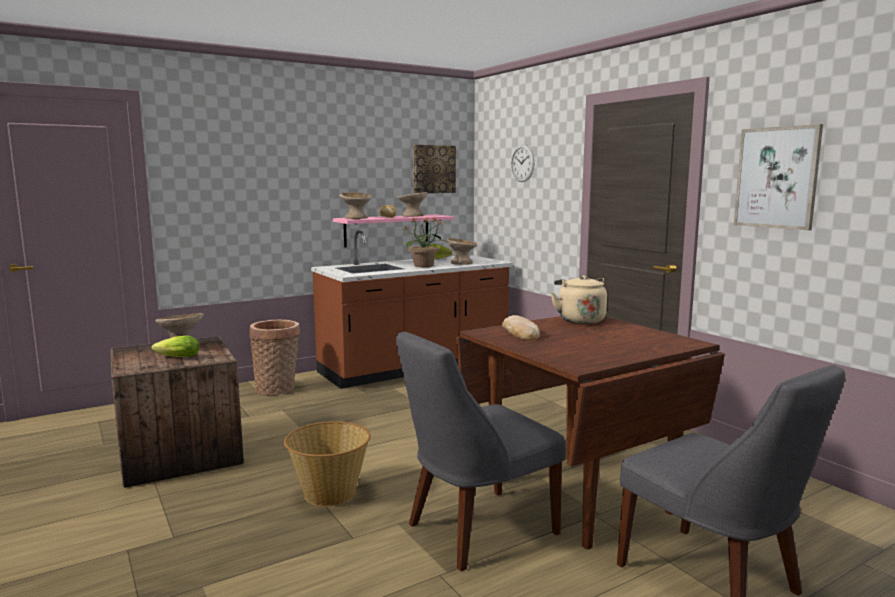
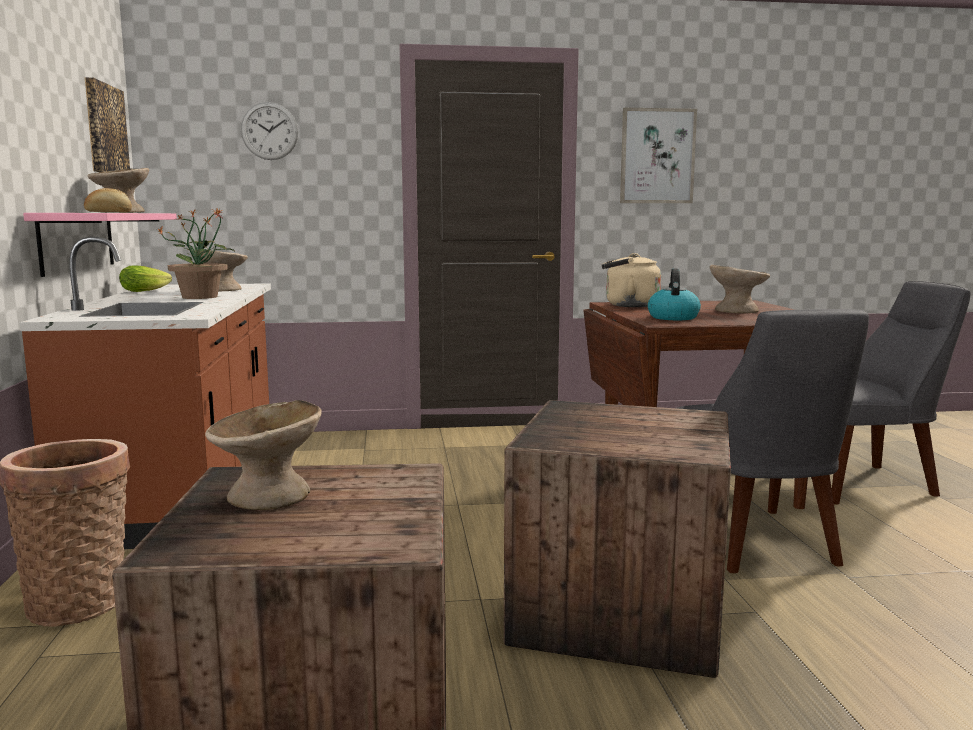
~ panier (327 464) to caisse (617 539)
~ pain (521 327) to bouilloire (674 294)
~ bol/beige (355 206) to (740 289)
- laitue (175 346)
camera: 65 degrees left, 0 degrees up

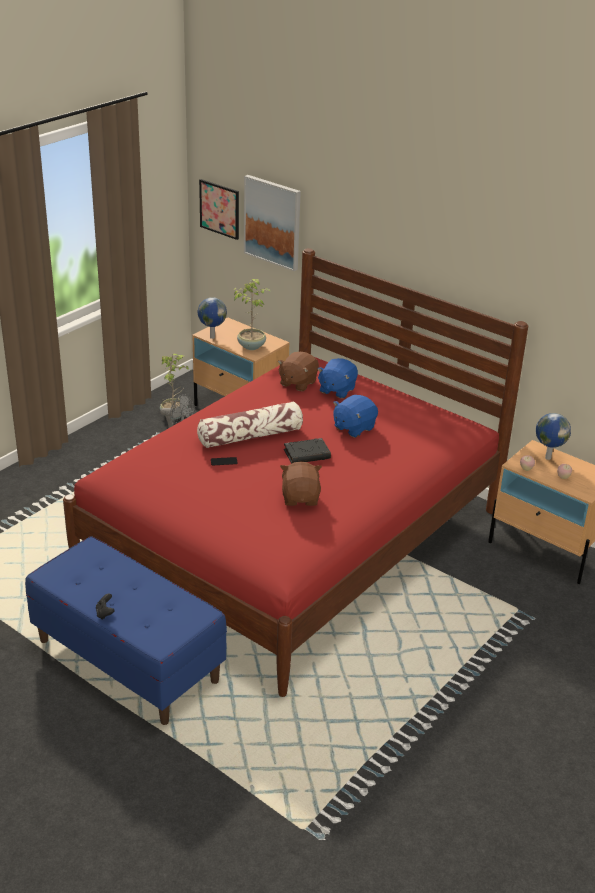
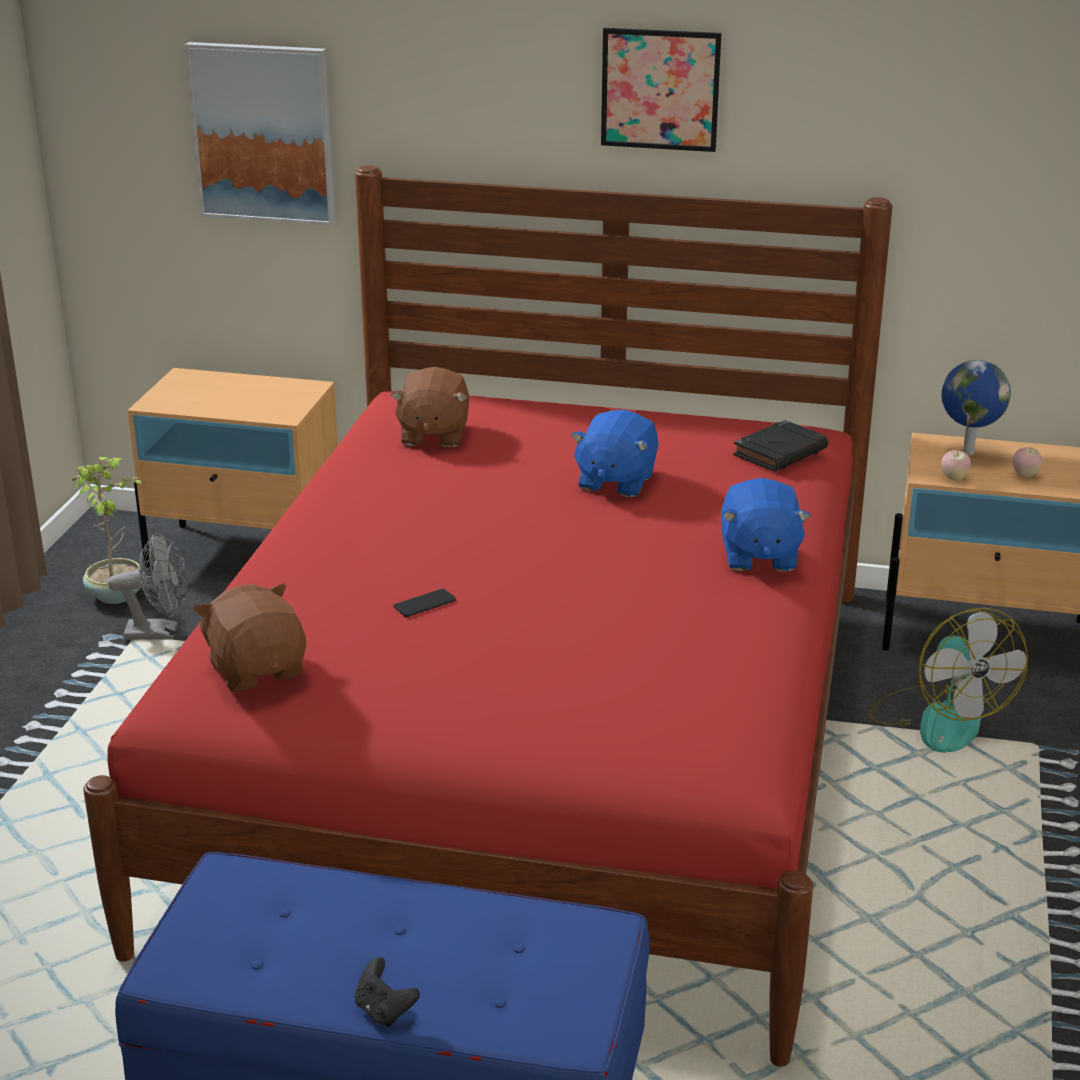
~ peluche/marron (301 484) to (249 637)
~ tableau (219 209) to (661 90)
~ peluche/bleu (337 378) to (766 525)
~ livre/noir (307 451) to (780 446)
+ ventilateur (948 680)
- coussin (250 425)
- globe (212 318)
- plante en pot (252 314)
camera: 25 degrees left, 5 degrees down

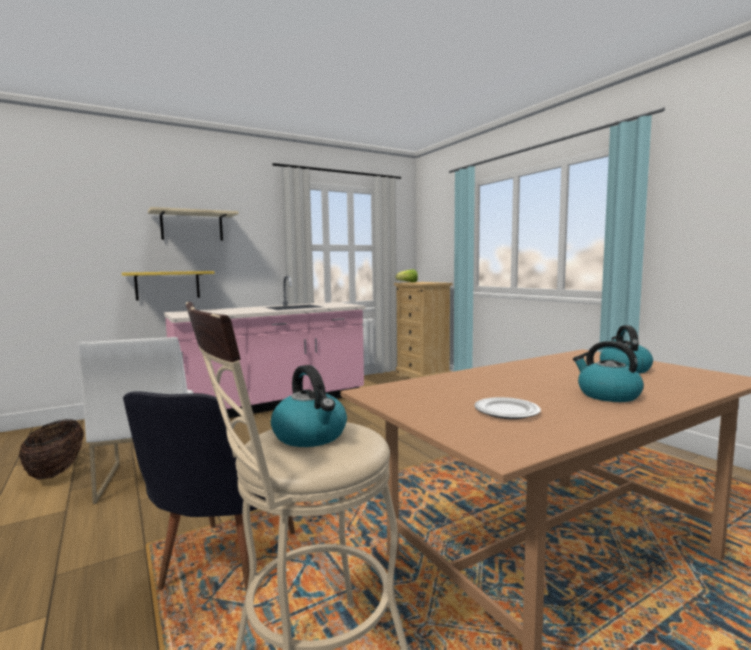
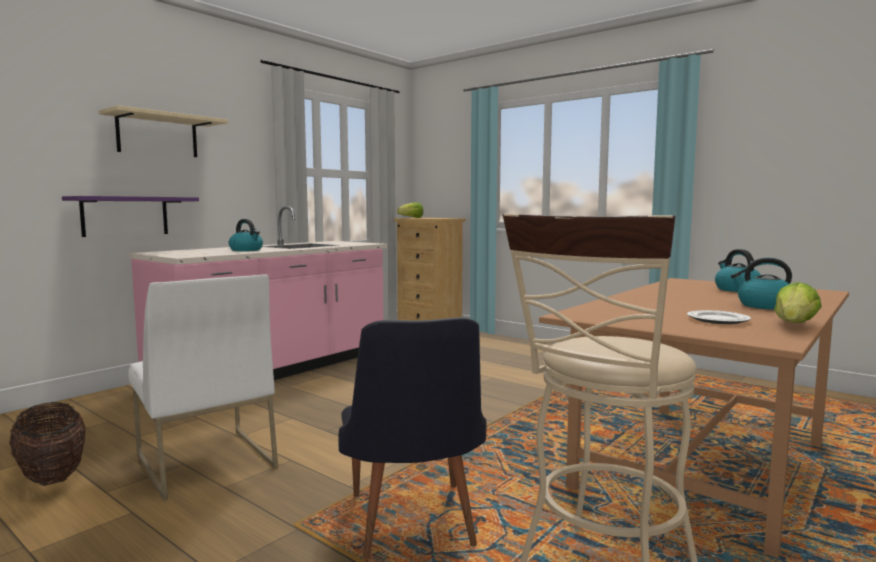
~ étagère/jaune (168 286) to étagère/violet (130 216)
~ bouilloire (309 406) to (246 235)
+ laitue (798 302)
camera: 20 degrees left, 0 degrees up

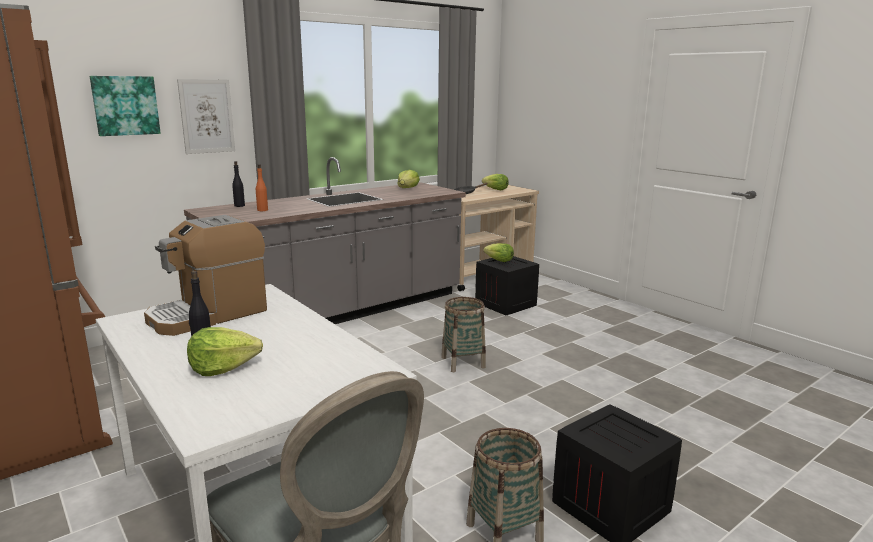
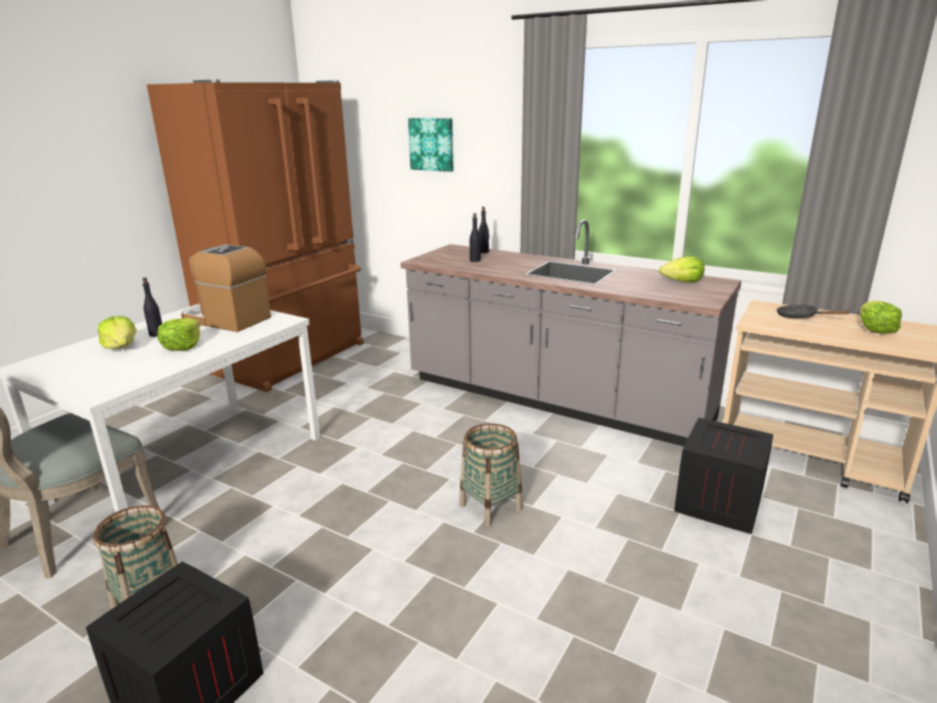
~ laitue (498 252) to (179 334)
~ bouteille/orange (262 187) to bouteille/noir (475 237)
- tableau (206 116)
camera: 70 degrees right, 5 degrees up

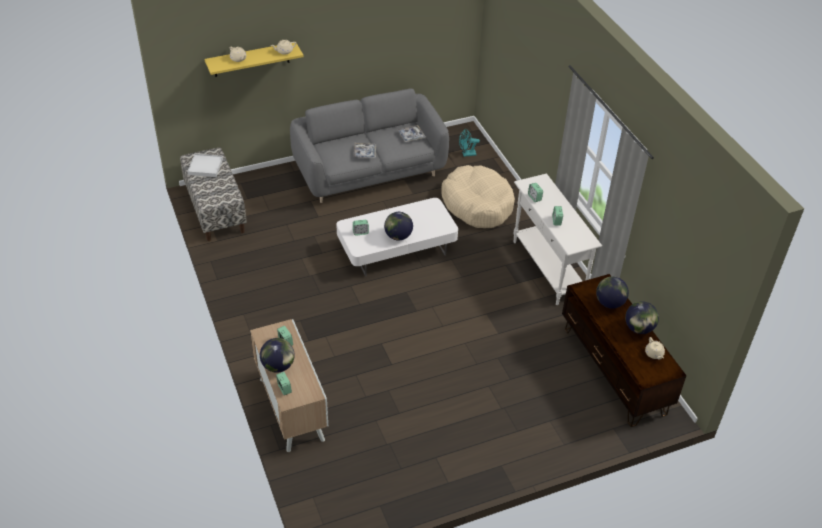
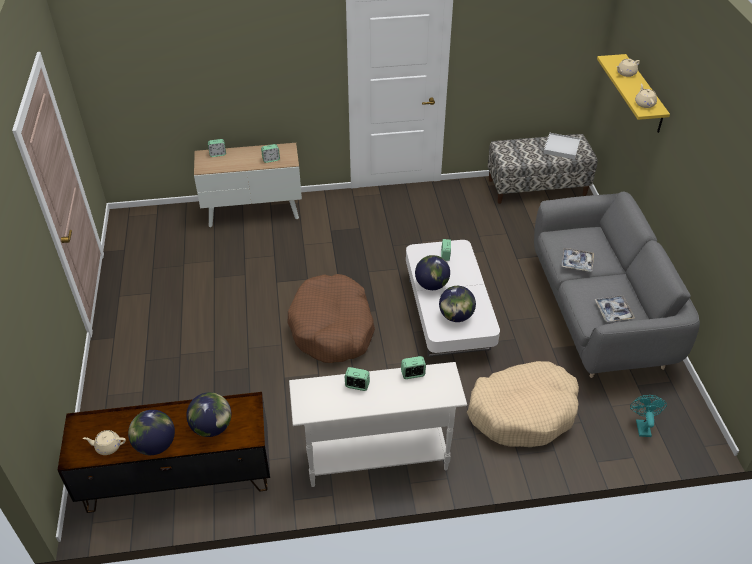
+ panier pour chien/marron (331 318)
~ globe (277 355) to (457 304)
camera: 105 degrees right, 0 degrees up

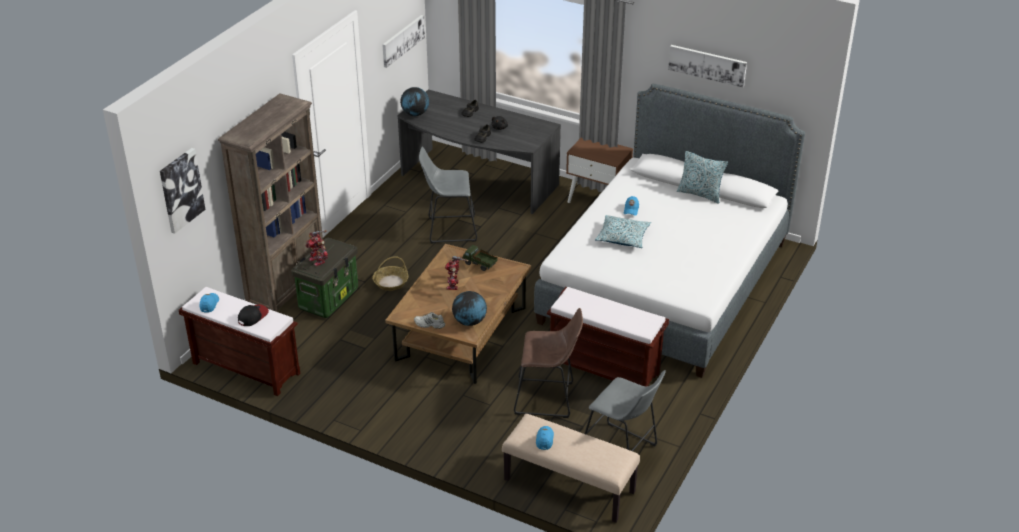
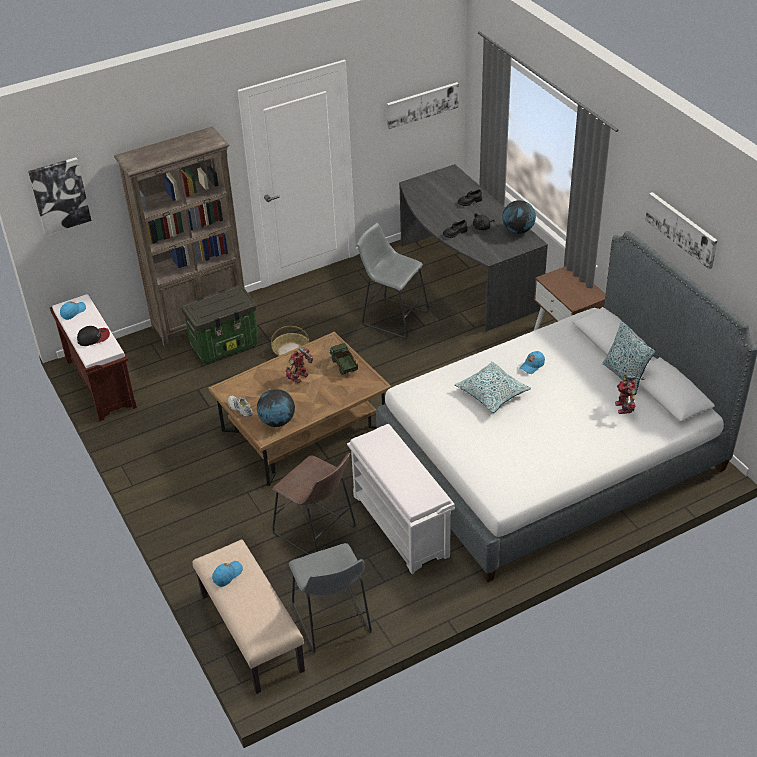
~ banc/marron (608 336) to banc/blanc (401 499)
~ globe (414 101) to (519 217)
~ robot jouet (316 248) to (630 394)
camera: 35 degrees right, 5 degrees up

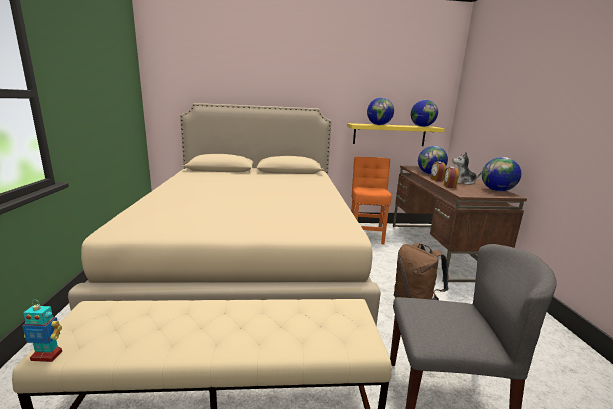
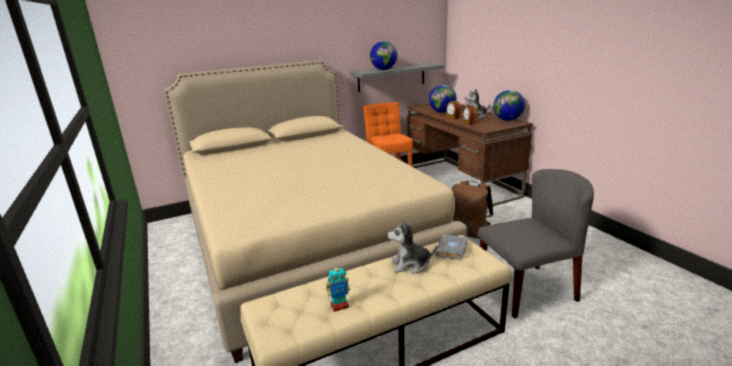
~ robot jouet (42 332) to (338 288)
~ étagère/jaune (396 134) to étagère/gris (397 77)
+ peluche (412 246)
+ livre/gris (451 247)
- globe (424 113)
camera: 20 degrees left, 5 degrees up

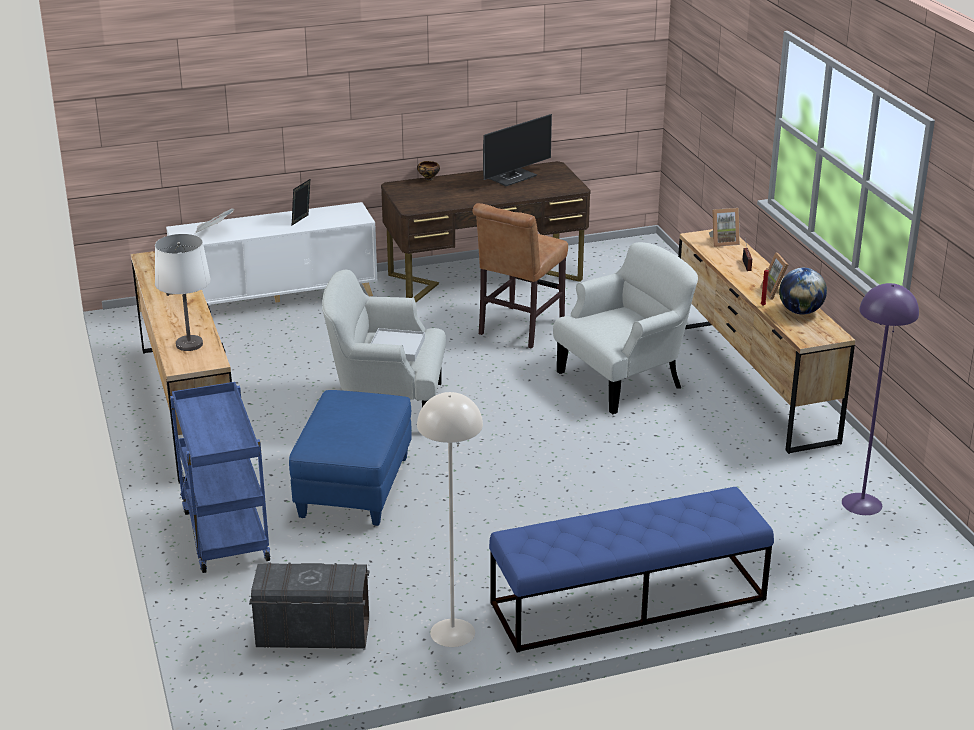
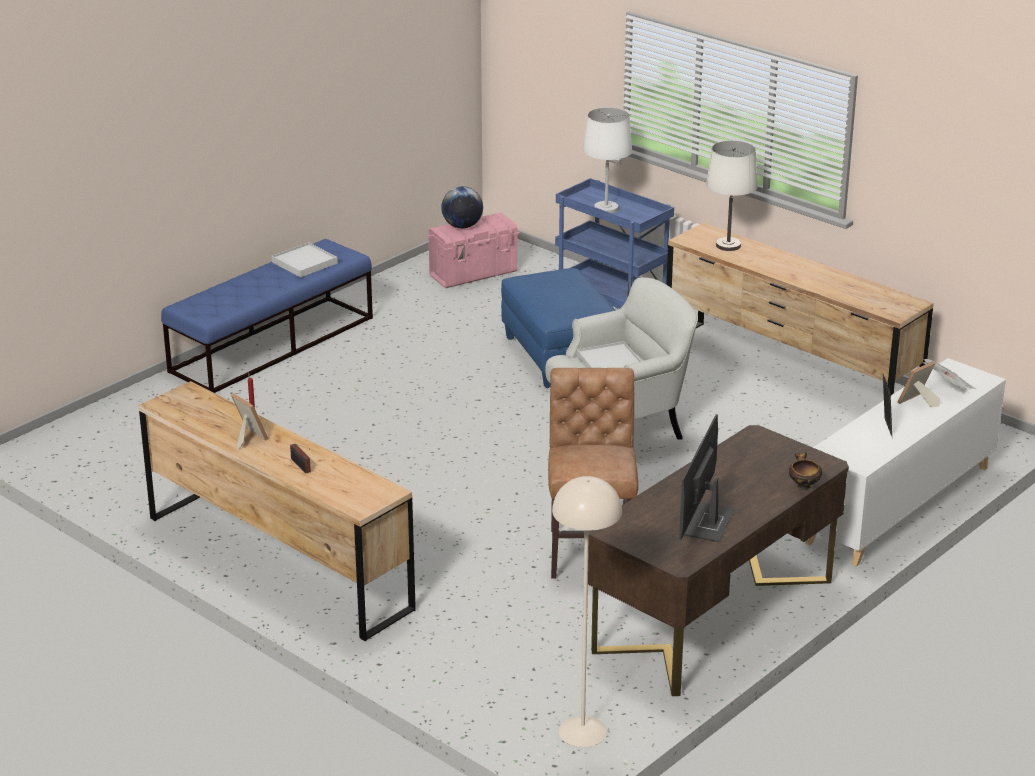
+ plateau/blanc (304 259)
~ boîte de rangement/gris (309 605) to boîte de rangement/rose (473 250)
~ globe (803 291) to (462 207)
~ lampadaire/beige (450 519) to (587 611)
+ lampe de table/blanc (607 160)
~ cadre photo (724 227) to (919 384)
- fauteuil/blanc (625 328)
- lampadaire/violet (880 399)
camera: 150 degrees right, 0 degrees up

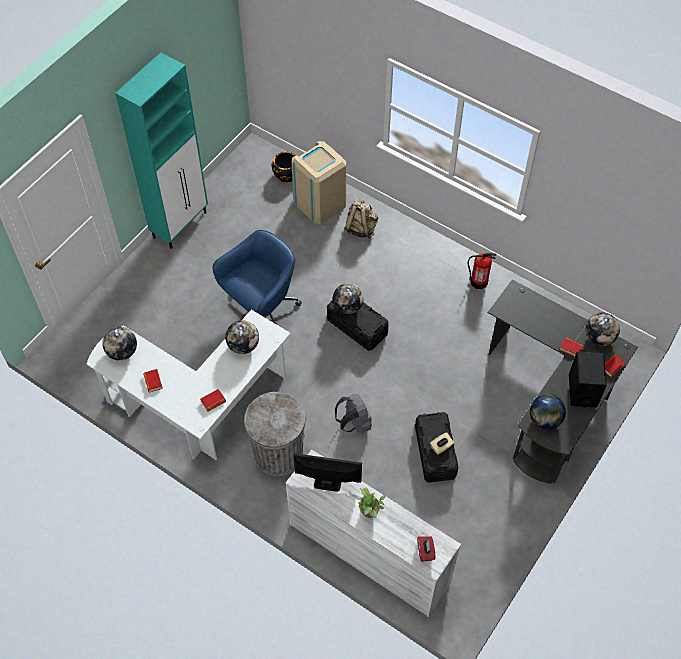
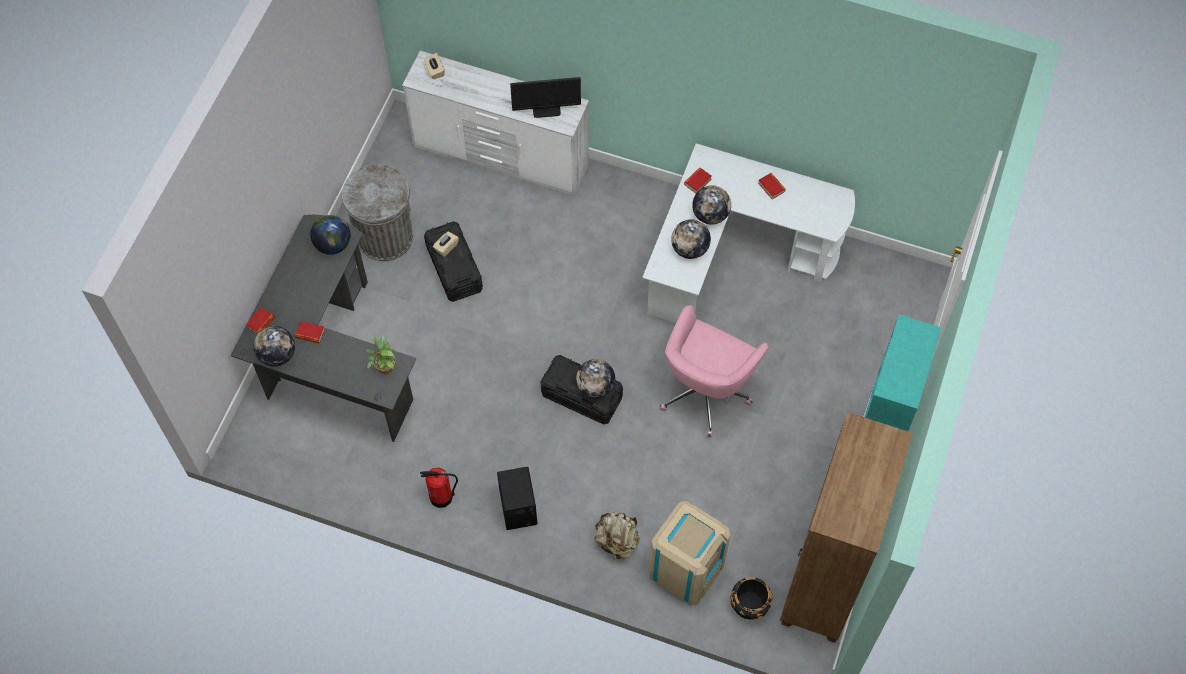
~ poubelle/gris (275 434) to (377 212)
~ plante en pot (372 502) to (381 354)
~ boîte à mouchoirs/rouge (426 549) to boîte à mouchoirs/beige (434 66)
~ enceinte/noir (588 379) to (517 498)
~ chaise de bureau/bleu (257 277) to chaise de bureau/rose (714 371)
~ globe (119 344) to (711 205)
+ bibliothèque/marron (846 527)
- sac à dos/gris (353 413)
camera: 165 degrees right, 5 degrees up

